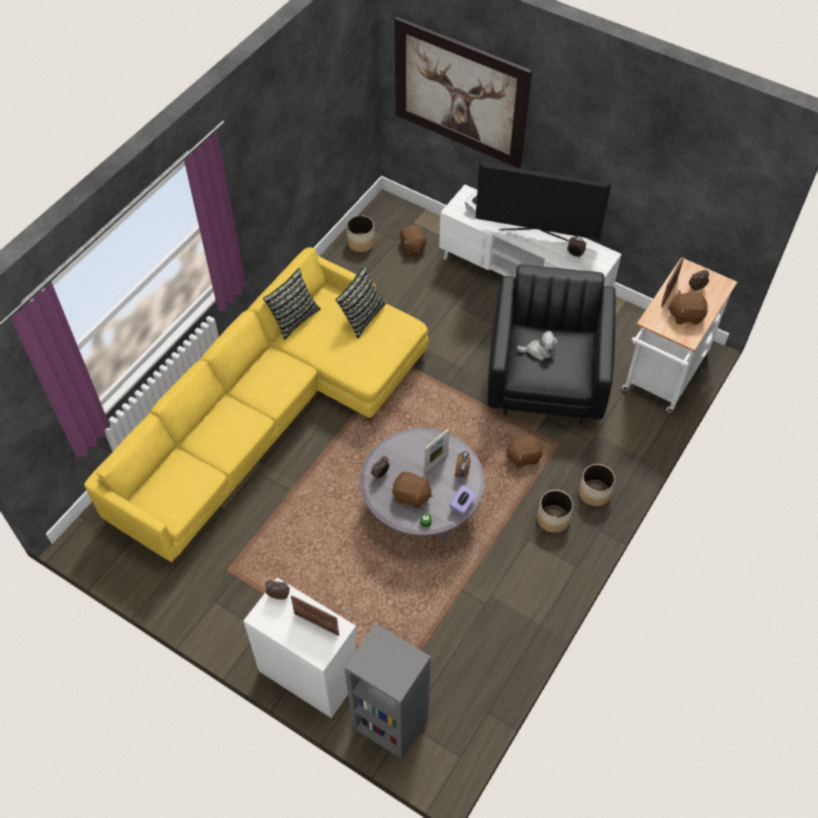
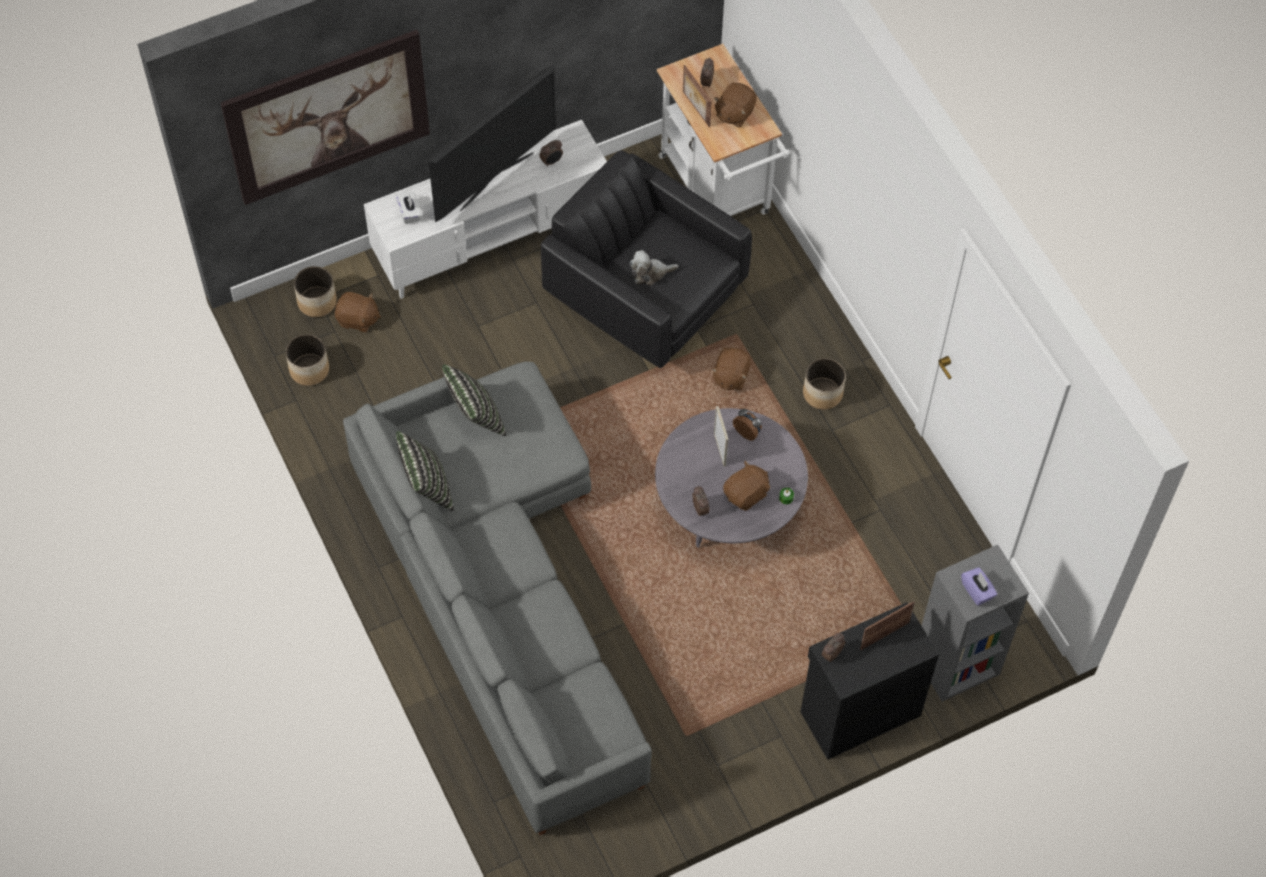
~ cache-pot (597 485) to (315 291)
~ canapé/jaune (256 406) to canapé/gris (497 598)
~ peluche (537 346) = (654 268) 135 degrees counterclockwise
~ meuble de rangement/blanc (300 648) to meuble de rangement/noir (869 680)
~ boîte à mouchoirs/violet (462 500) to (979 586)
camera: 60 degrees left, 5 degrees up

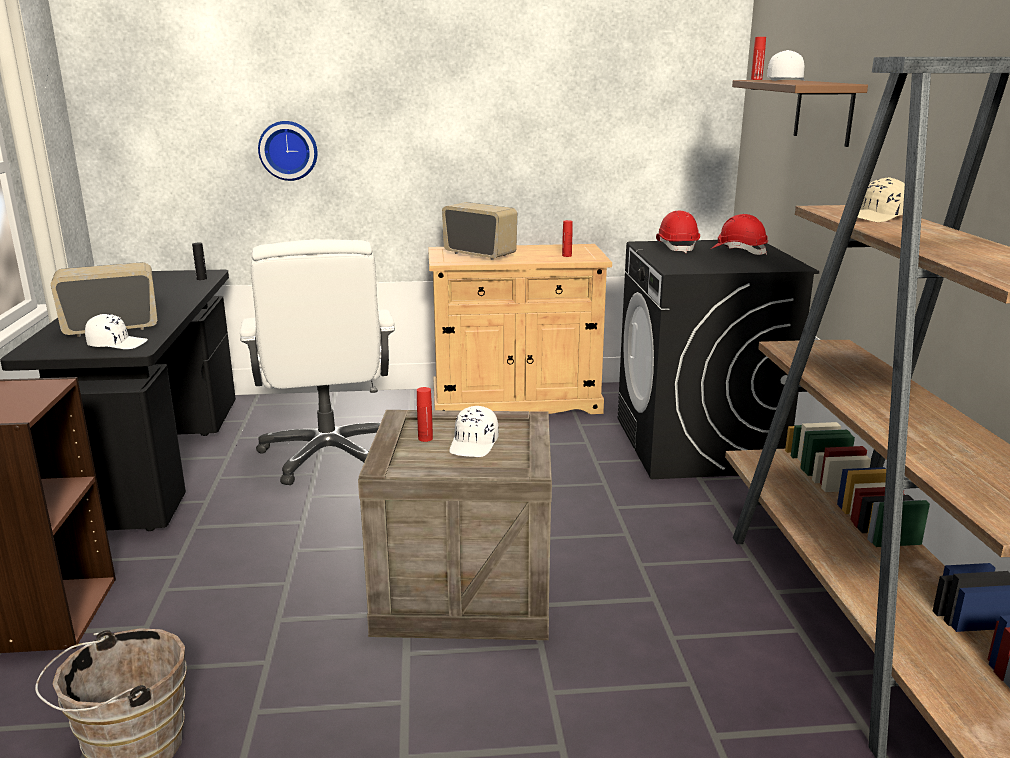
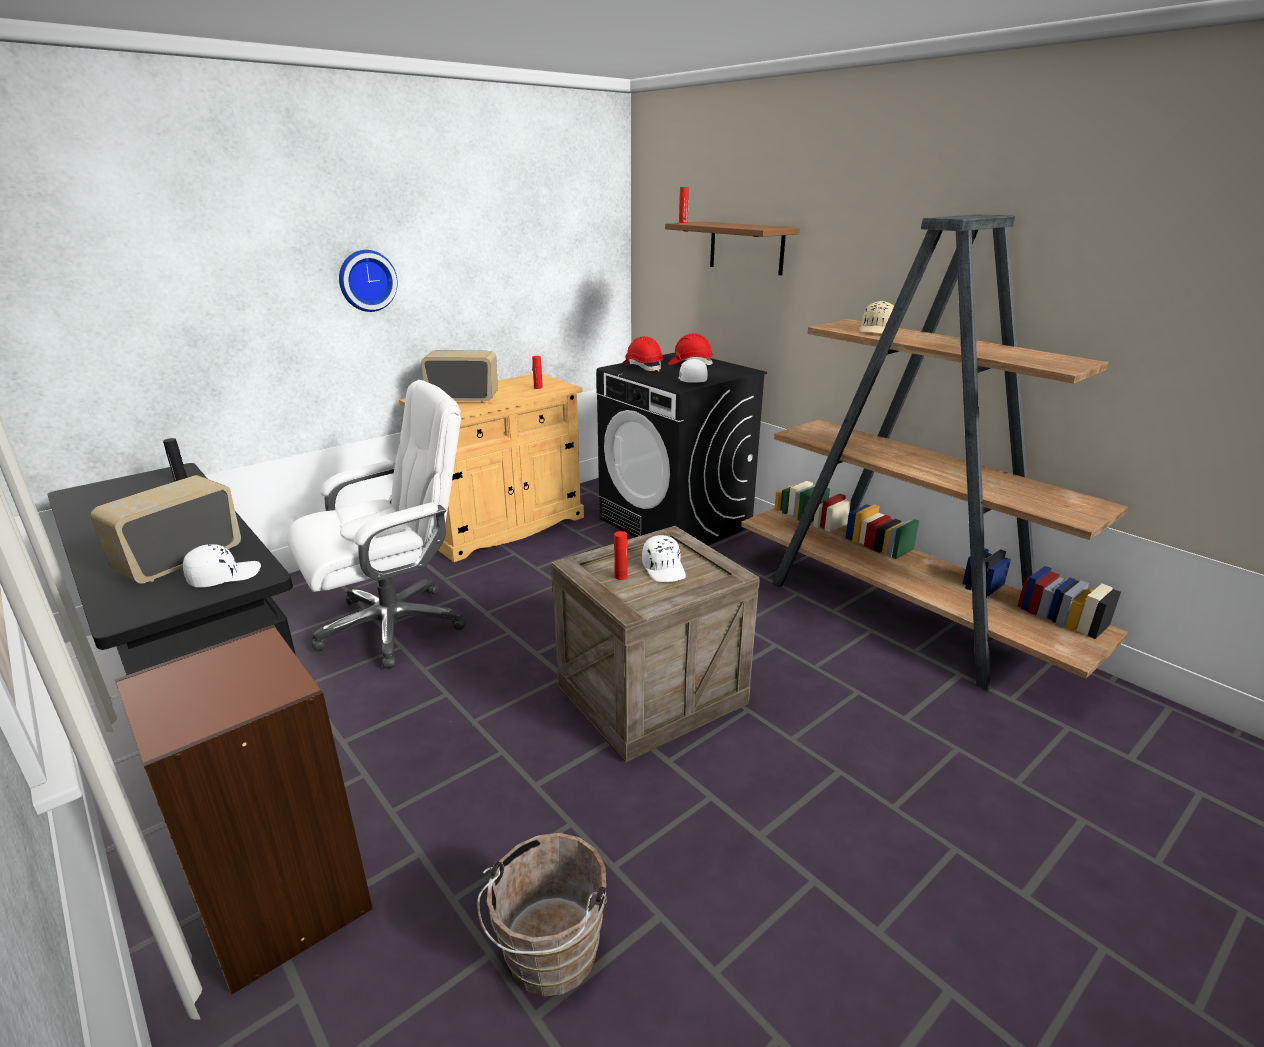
~ chaise de bureau/blanc (317 362) = (376 524) 75 degrees counterclockwise
~ horloge murale (287 151) to (368 281)
~ casquette/blanc (786 65) to (693 371)
camera: 35 degrees left, 5 degrees up

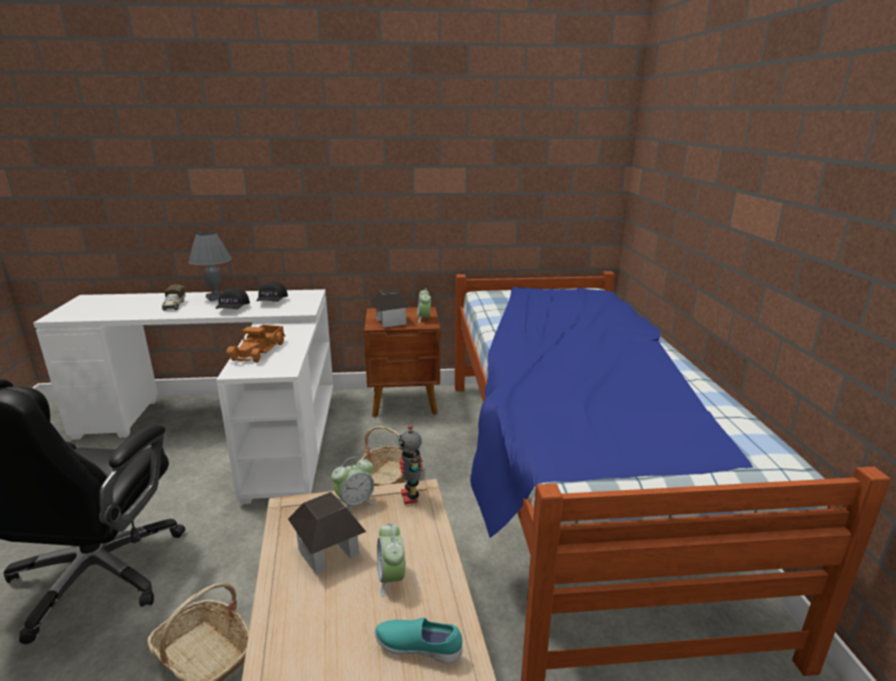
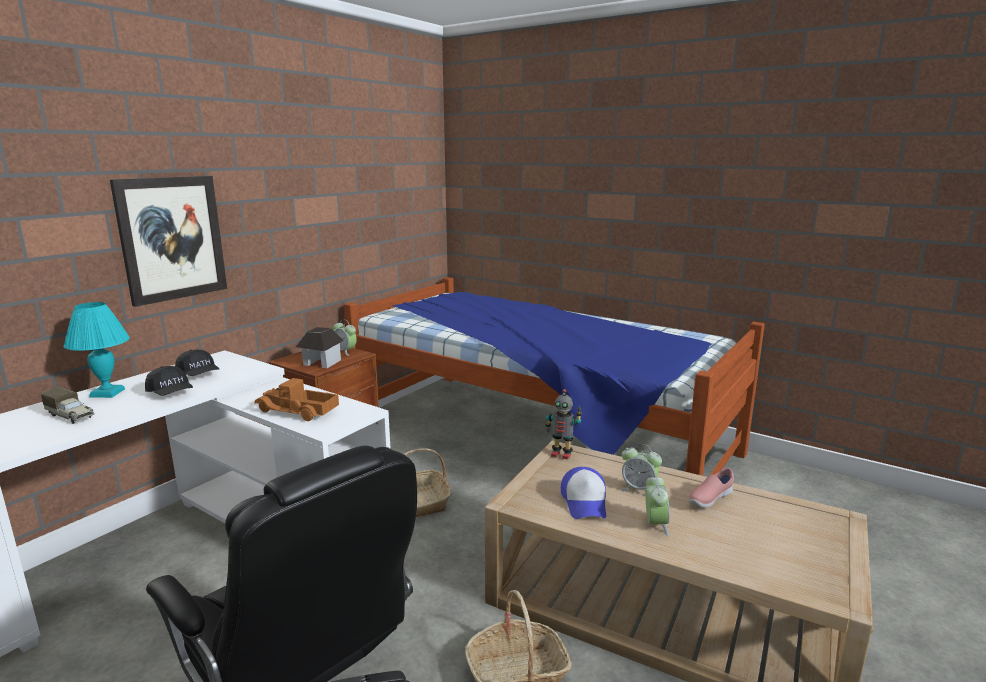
~ lampe de table/gris (210 266) to lampe de table/turquoise (96 350)
+ tableau (168 241)
~ camion jouet (255 344) = (297 399) 150 degrees clockwise
~ maison miniature (327 533) to casquette (583 493)
~ réveil (353 484) to (657 505)
~ chaussure/turquoise (418 641) to chaussure/rose (711 488)
camera: 50 degrees left, 5 degrees down

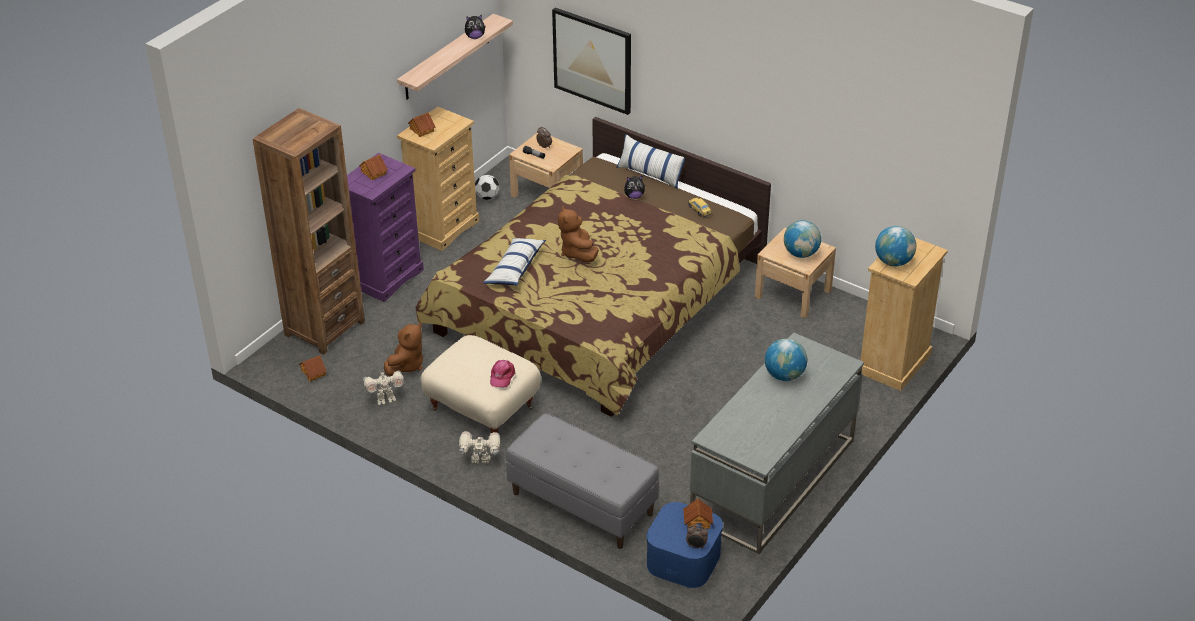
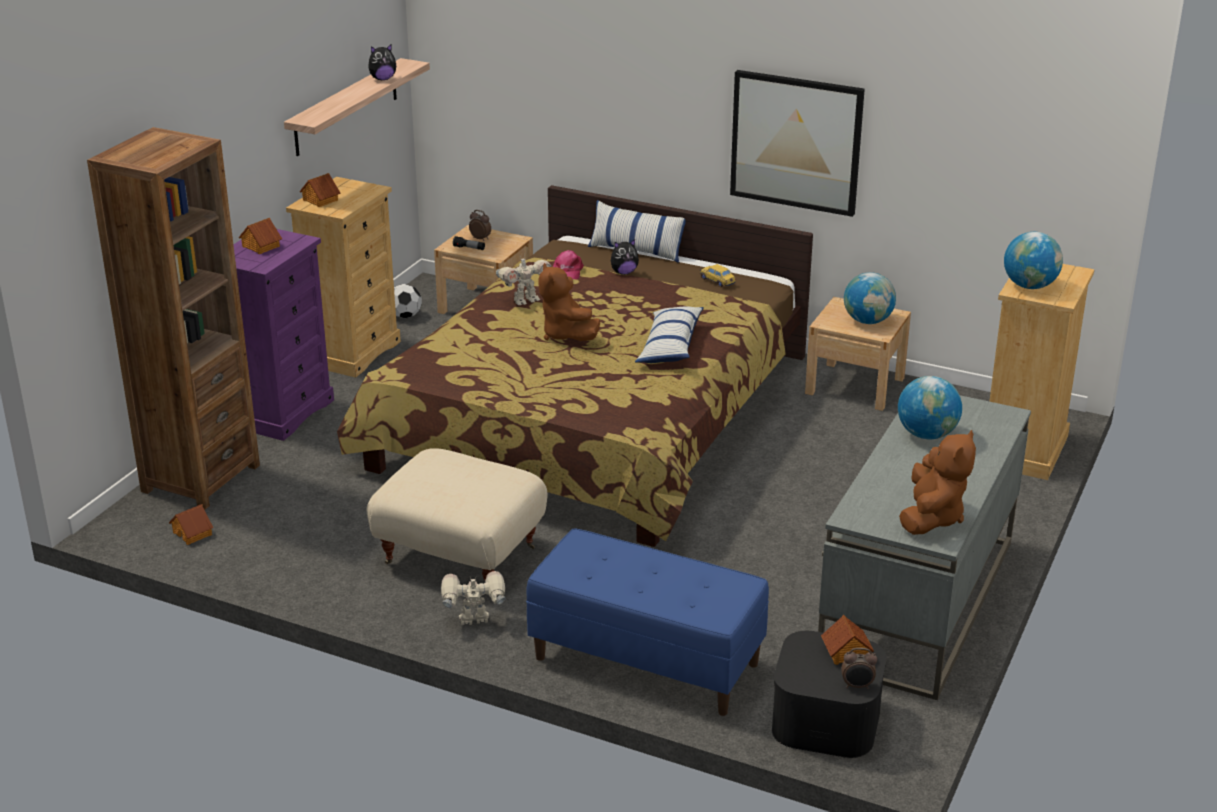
~ robot jouet (383 388) to (523 279)
~ banc/gris (582 481) to banc/bleu (647 622)
~ casquette/rose (502 374) to (568 264)
~ coussin (514 262) to (669 334)
~ tableau (591 61) to (797 143)
~ boîte de rangement/bleu (684 545) to boîte de rangement/noir (829 694)
~ peluche/marron (403 349) to (937 482)
camera: 10 degrees left, 10 degrees down

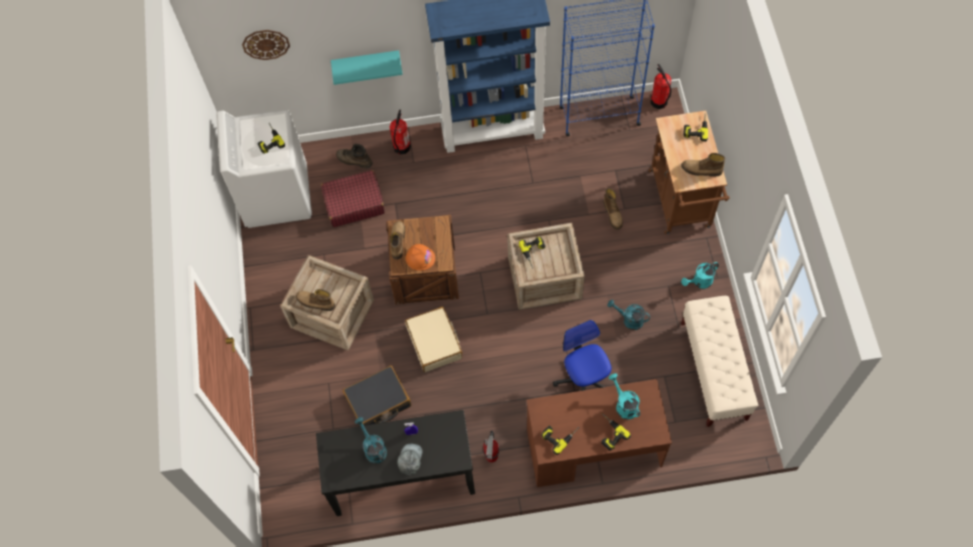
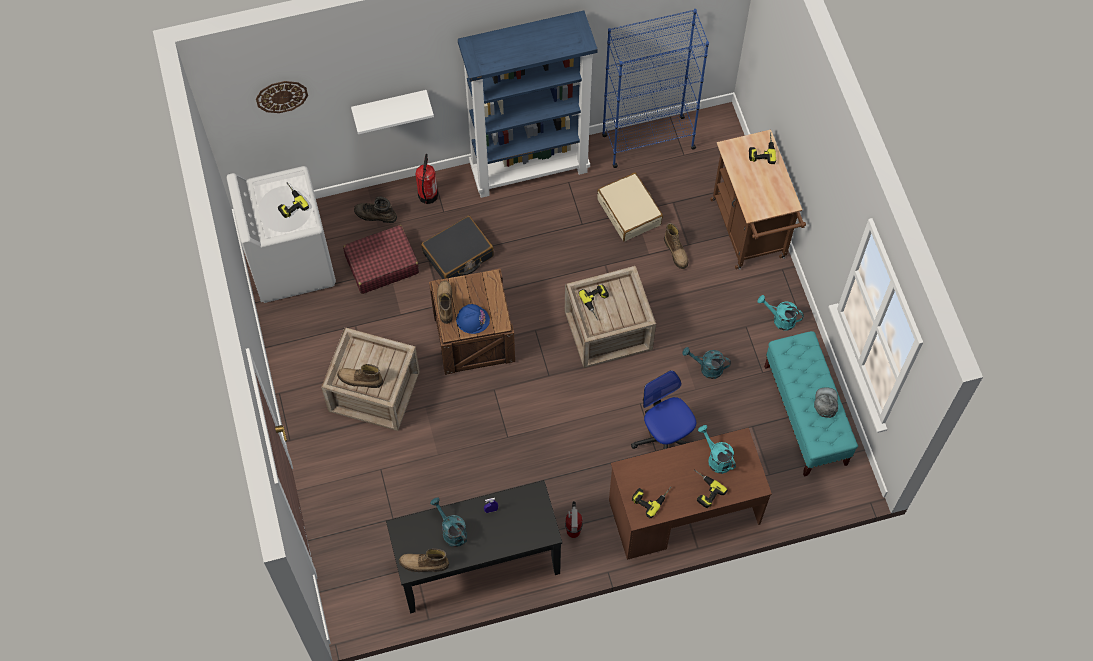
~ étagère/turquoise (367 67) to étagère/blanc (392 112)
~ botte (703 164) to (424 560)
~ valise/noir (376 395) to (457 247)
~ casque de chantier/orange (420 257) to casque de chantier/bleu (473 319)
~ valise/beige (433 339) to (630 207)
~ arrosoir/turquoise (700 275) = (781 313) 60 degrees clockwise
~ banc/beige (719 361) to banc/turquoise (811 404)
~ casquette/gris (410 459) to (826 402)
- extincteur (661 86)
camera: 10 degrees left, 0 degrees up

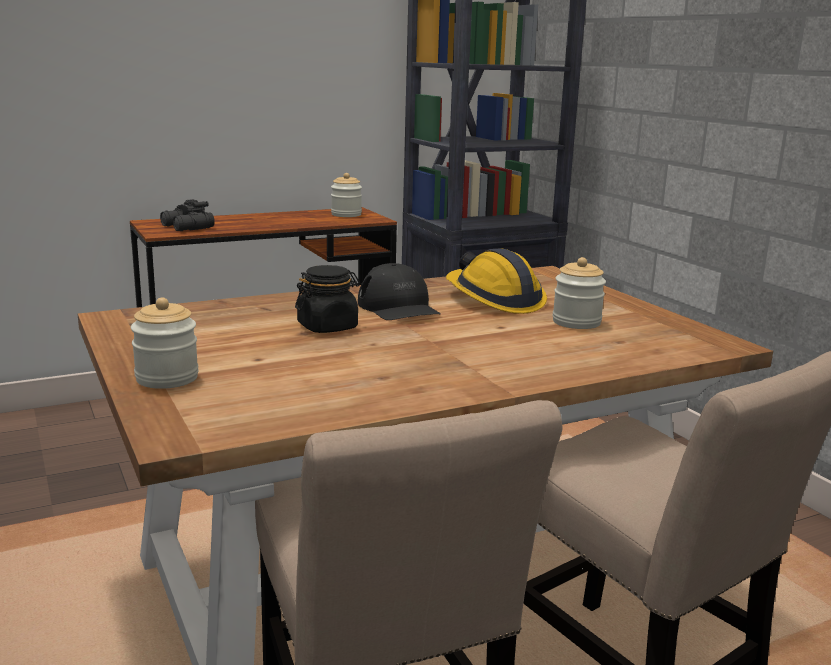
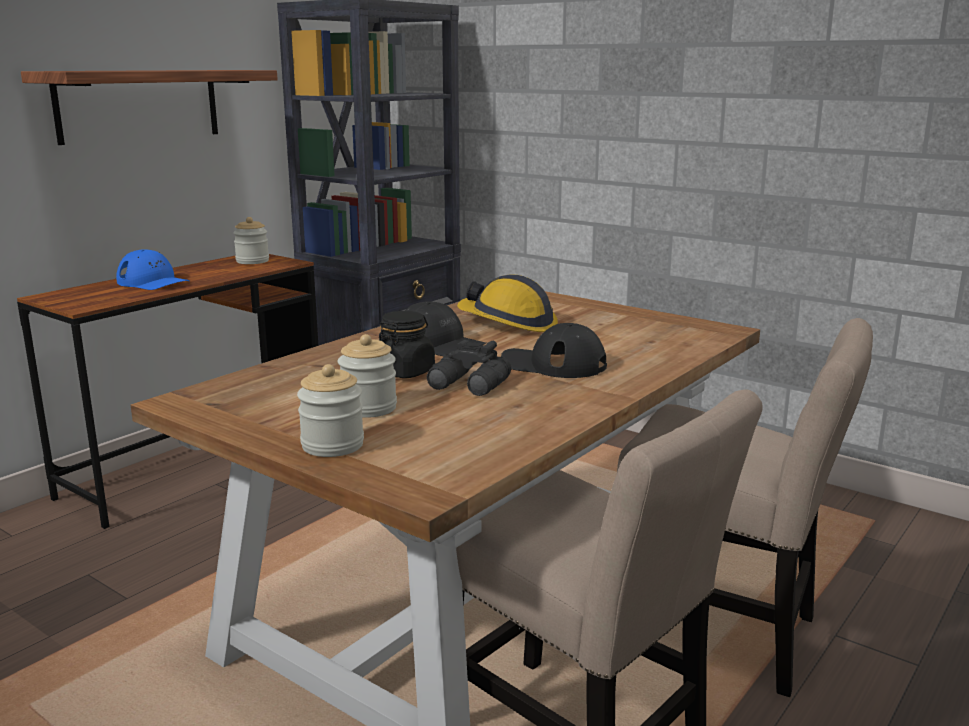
+ étagère (149 107)
+ casquette/bleu (153 269)
~ bocal (579 293) to (367 376)
~ jumelles/noir (187 215) to (469 368)
+ casquette/noir (554 350)
camera: 25 degrees left, 0 degrees up

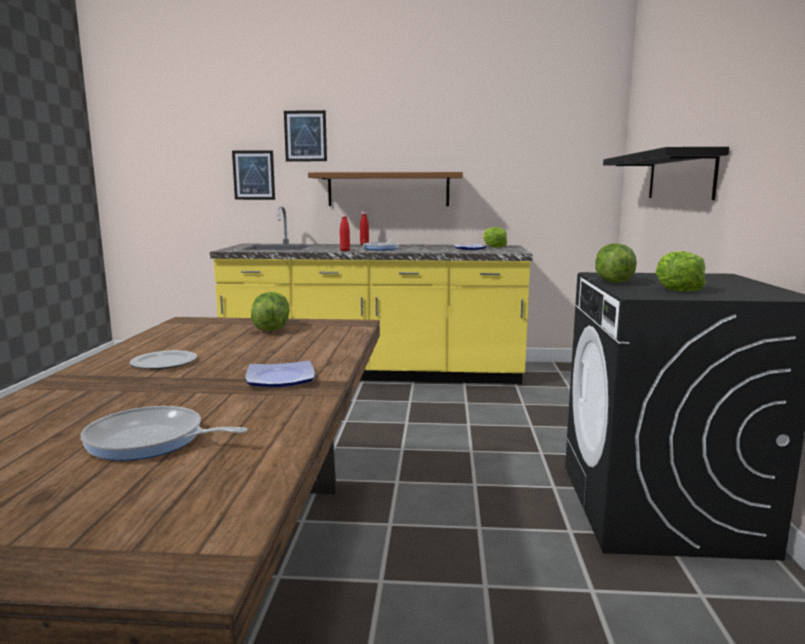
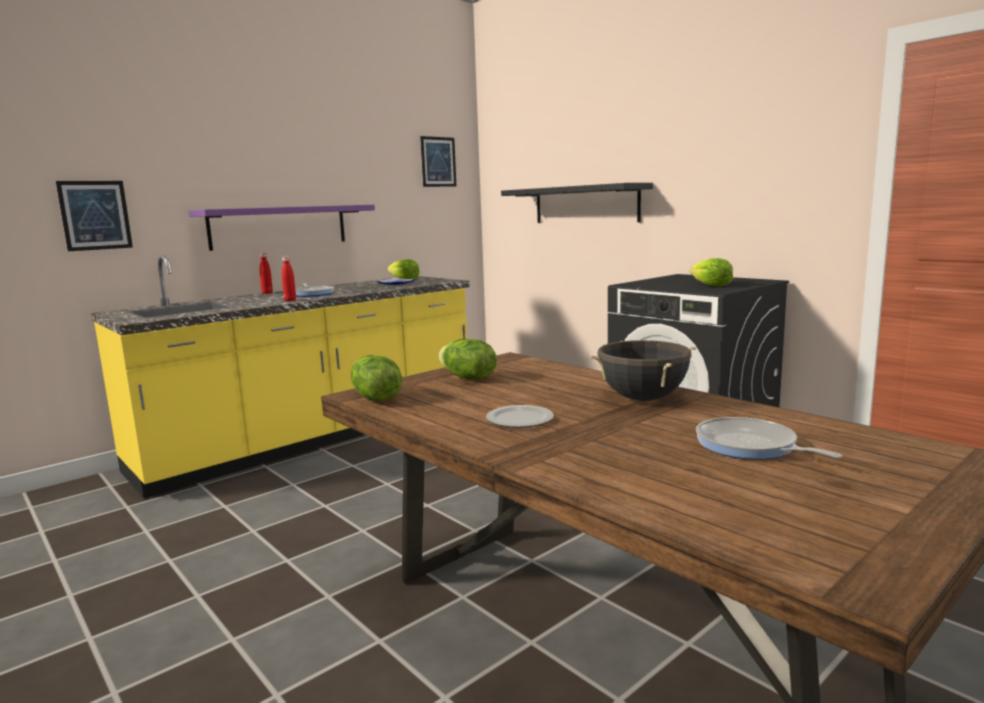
~ étagère/marron (385 189) to étagère/violet (282 228)
~ laitue (616 263) to (376 378)
~ tableau (305 135) to (438 161)
~ assiette (280 374) to marmite/noir (643 370)
~ poêle (164 433) = (769 438) 90 degrees clockwise
camera: 45 degrees left, 0 degrees up

